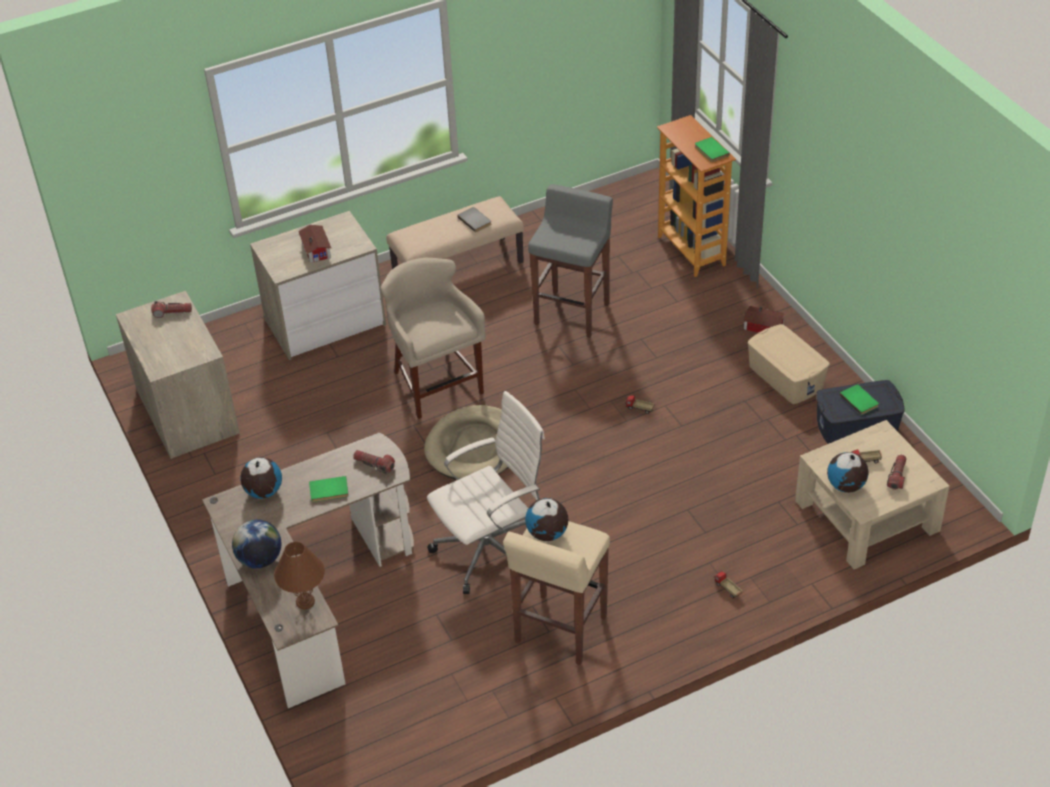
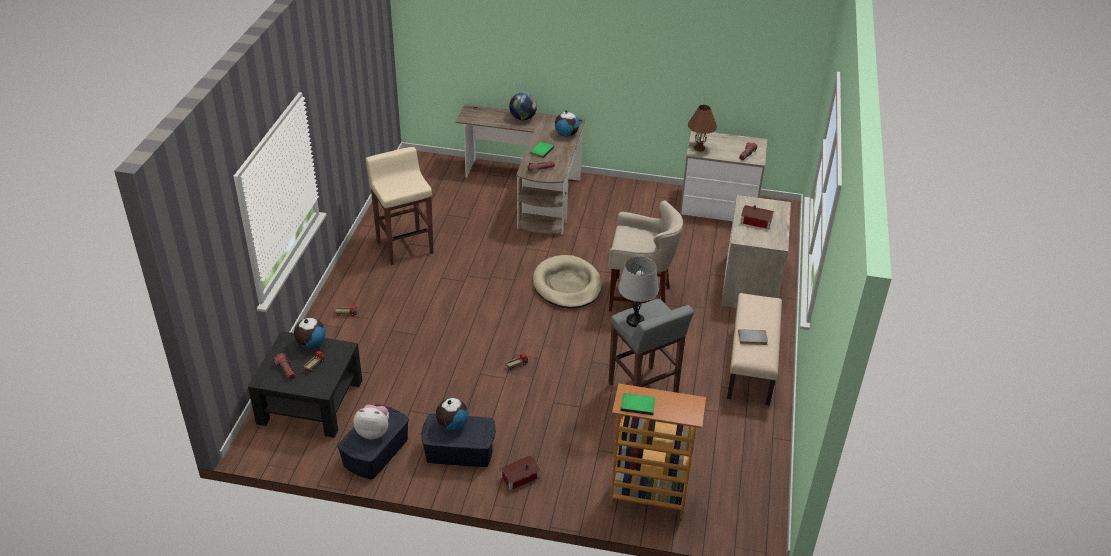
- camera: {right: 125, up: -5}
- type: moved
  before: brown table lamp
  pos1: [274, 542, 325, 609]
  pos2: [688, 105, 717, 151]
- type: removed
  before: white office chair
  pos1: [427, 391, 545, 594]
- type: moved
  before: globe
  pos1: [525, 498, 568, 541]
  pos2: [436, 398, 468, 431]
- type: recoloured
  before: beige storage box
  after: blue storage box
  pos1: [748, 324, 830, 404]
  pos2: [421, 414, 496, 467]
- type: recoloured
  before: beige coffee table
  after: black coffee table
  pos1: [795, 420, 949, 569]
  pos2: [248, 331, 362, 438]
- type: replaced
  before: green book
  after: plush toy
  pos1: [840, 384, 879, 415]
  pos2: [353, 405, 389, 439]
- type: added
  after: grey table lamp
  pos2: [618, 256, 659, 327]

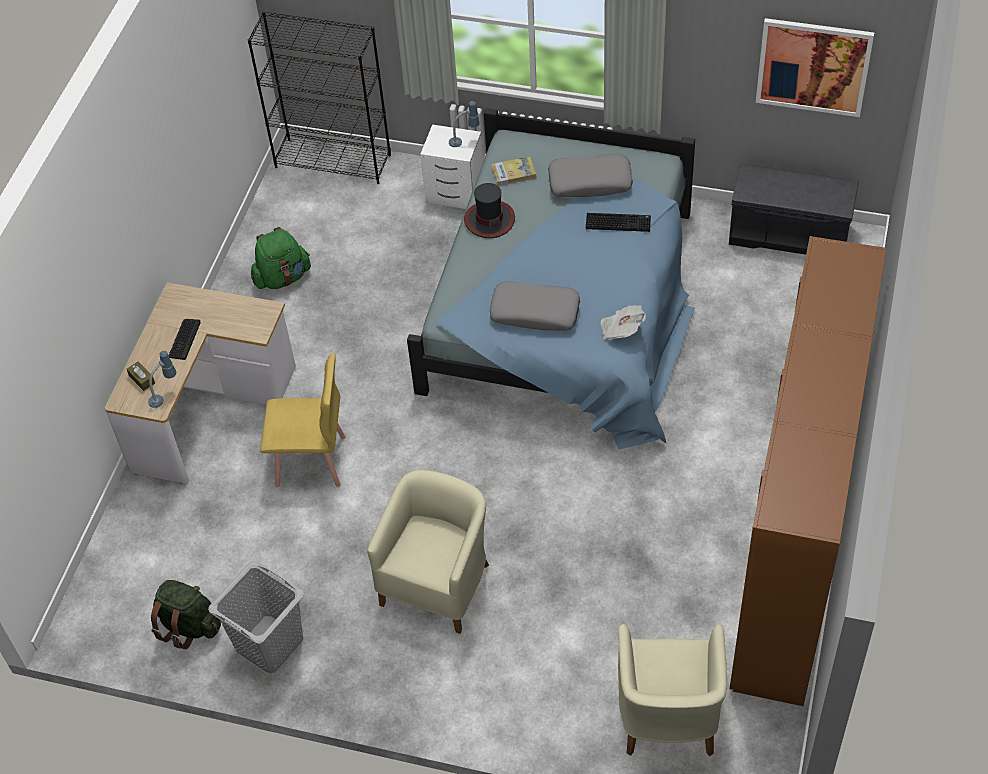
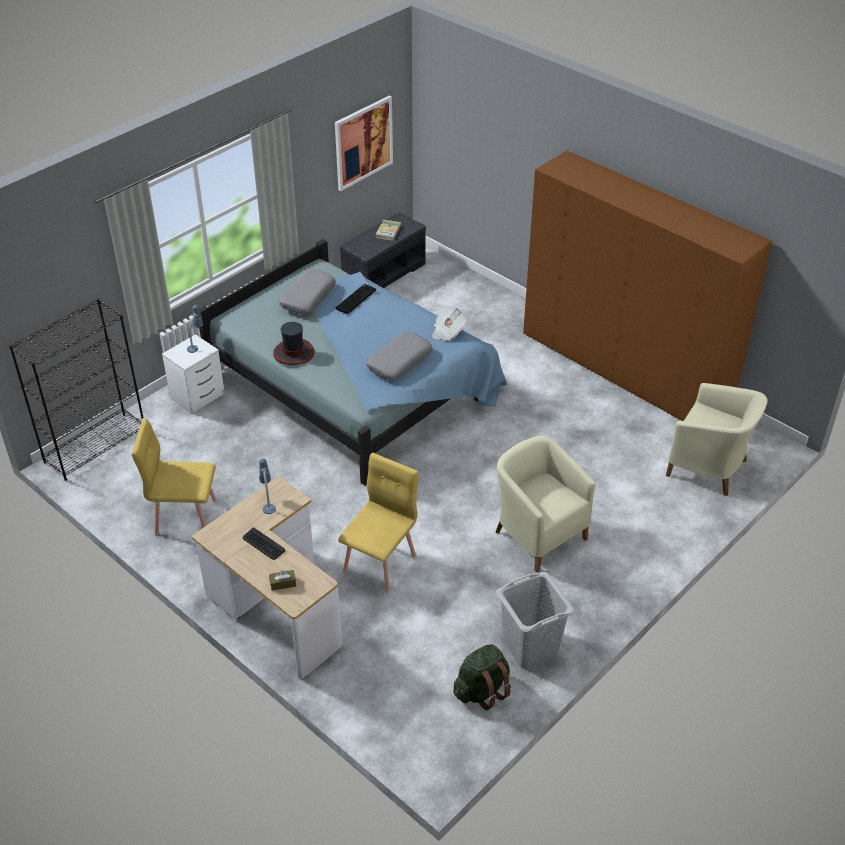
- camera: {right: -65, up: -10}
- type: moved
  before: table lamp
  pos1: [148, 351, 176, 408]
  pos2: [259, 458, 276, 514]
- type: replaced
  before: green backpack
  after: yellow chair
  pos1: [251, 227, 311, 289]
  pos2: [132, 418, 217, 536]
- type: moved
  before: book
  pos1: [491, 156, 536, 186]
  pos2: [375, 220, 401, 241]

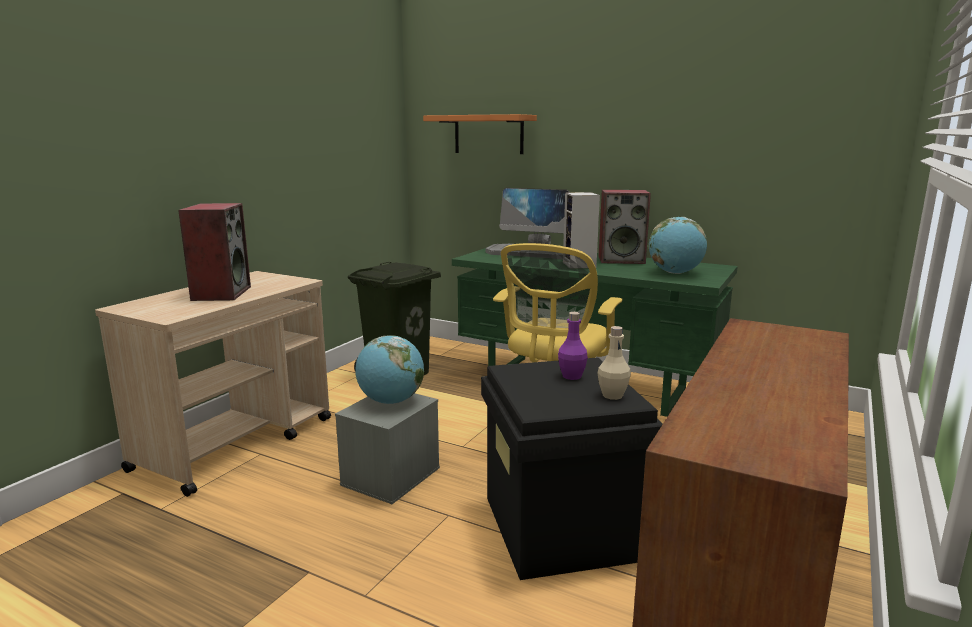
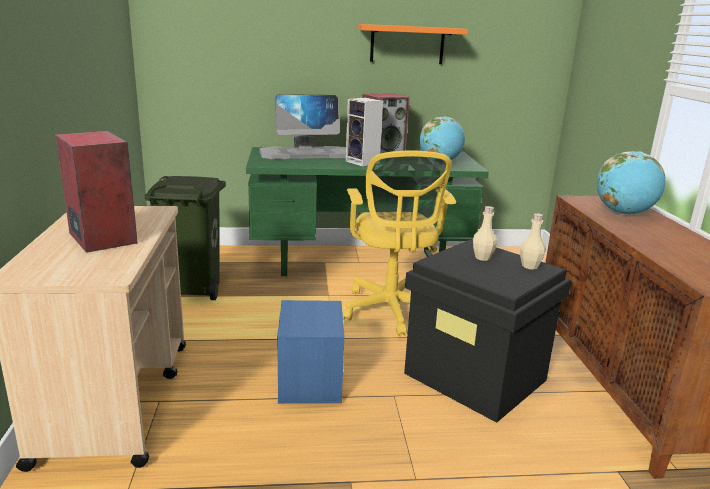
- camera: {right: -35, up: 5}
- type: recoloured
  before: grey storage box
  after: blue storage box
  pos1: [335, 393, 440, 504]
  pos2: [277, 300, 345, 403]
- type: moved
  before: globe
  pos1: [355, 335, 424, 404]
  pos2: [597, 151, 665, 214]
- type: moved
  before: orange shelf
  pos1: [423, 114, 537, 154]
  pos2: [358, 24, 468, 64]
- type: recoloured
  before: purple bottle
  after: beige bottle
  pos1: [558, 312, 588, 380]
  pos2: [473, 206, 497, 261]

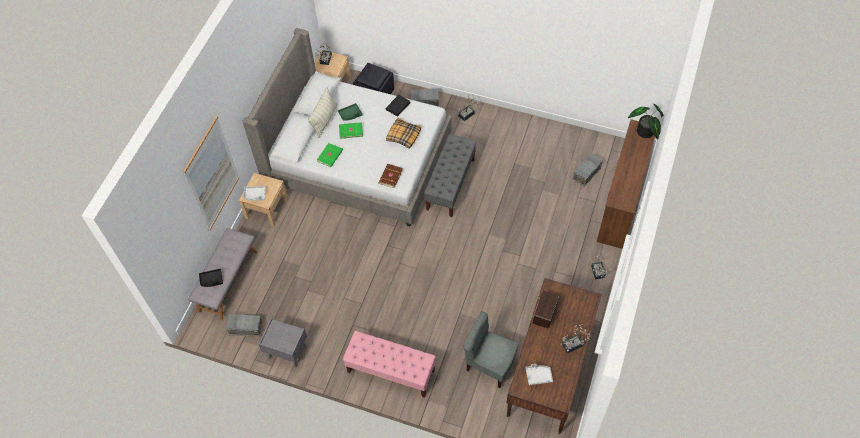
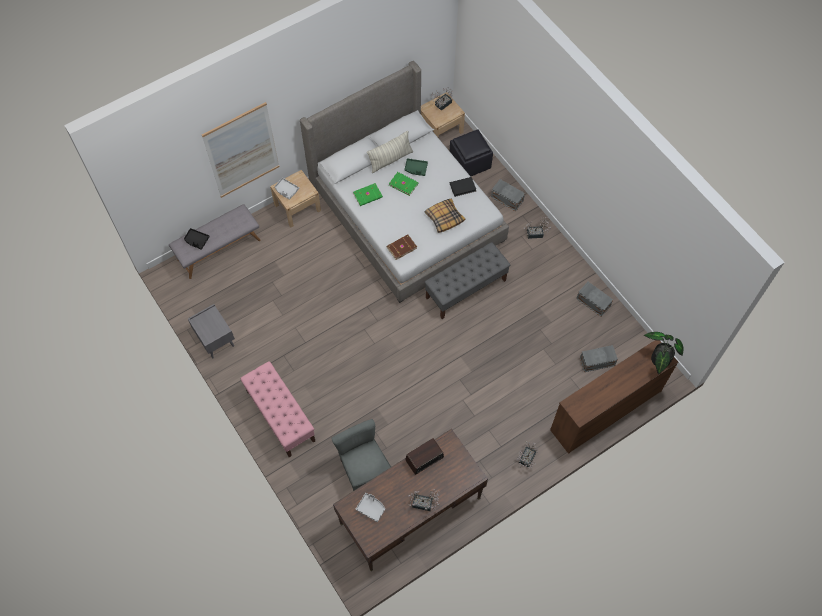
- camera: {right: 35, up: 5}
- type: moved
  before: grey storage box
  pos1: [226, 314, 263, 337]
  pos2: [576, 282, 613, 317]

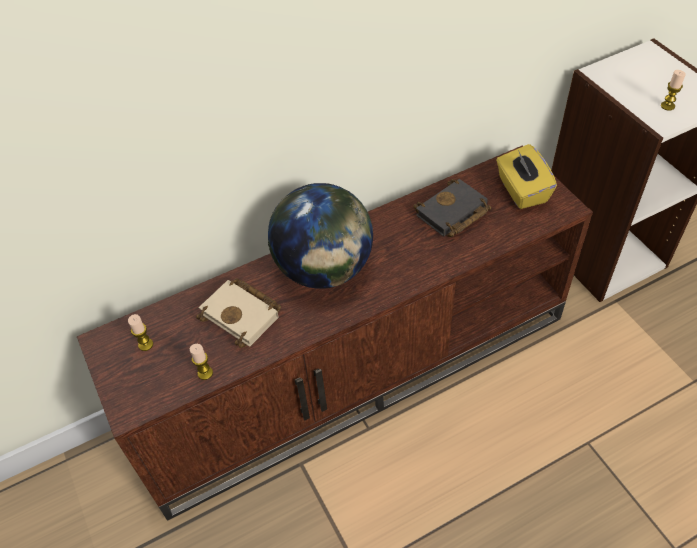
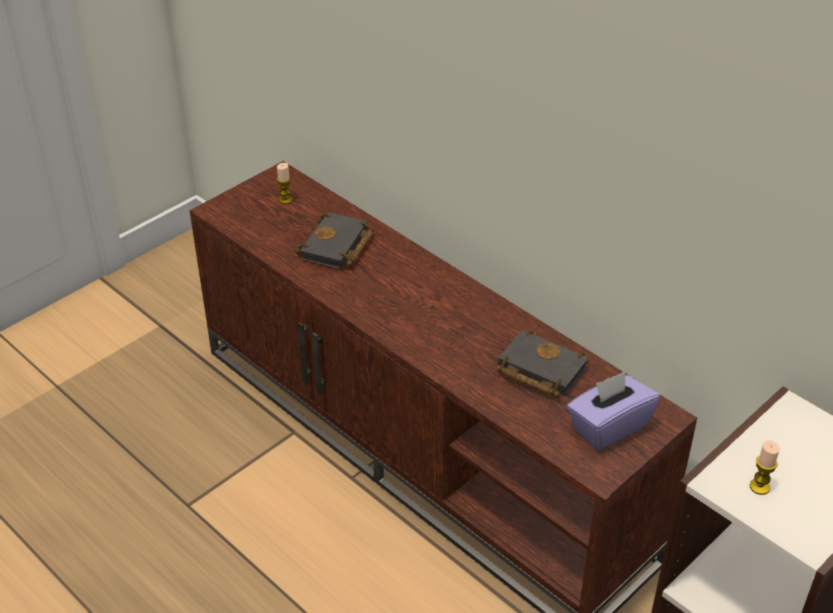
- camera: {right: 70, up: -10}
- type: removed
  before: candle
  pos1: [190, 344, 213, 380]
- type: recoloured
  before: beige book
  after: black book
  pos1: [196, 278, 281, 348]
  pos2: [294, 212, 375, 269]
- type: removed
  before: globe
  pos1: [268, 183, 373, 289]
- type: recoloured
  before: yellow tissue box
  after: purple tissue box
  pos1: [496, 144, 557, 209]
  pos2: [567, 371, 660, 450]

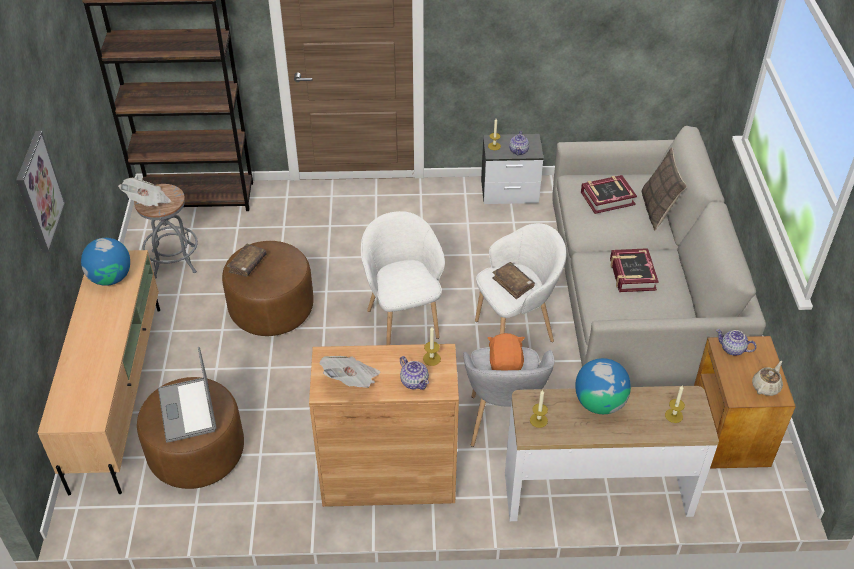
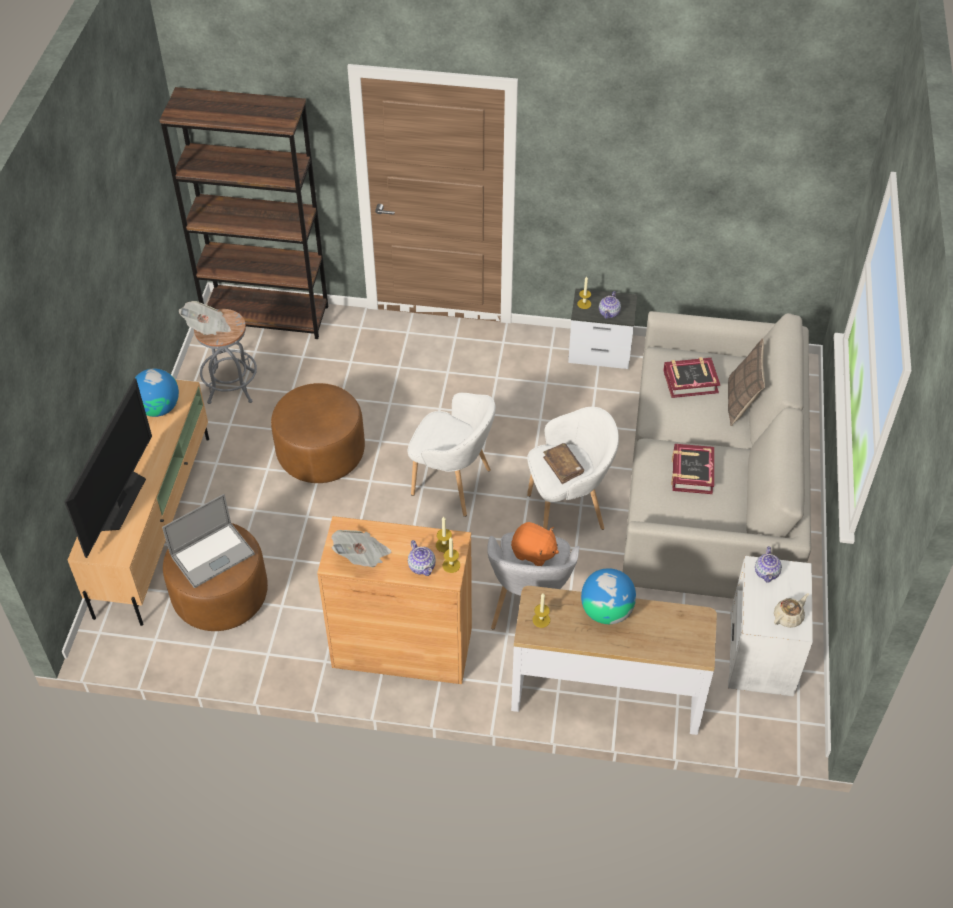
- camera: {right: 10, up: 5}
- type: removed
  before: picture
  pos1: [16, 131, 65, 253]
- type: turned
  before: laptop
  pos1: [158, 347, 217, 443]
  pos2: [162, 494, 255, 588]
  turn: -120
- type: removed
  before: brown book
  pos1: [227, 244, 267, 277]
- type: turned
  before: white armchair
  pos1: [361, 211, 445, 345]
  pos2: [407, 393, 496, 517]
  turn: 120
- type: turned
  before: orange plush toy
  pos1: [488, 333, 525, 370]
  pos2: [511, 522, 559, 566]
  turn: 105
- type: moved
  before: candle
  pos1: [665, 385, 685, 423]
  pos2: [443, 537, 460, 573]
- type: recoloured
  before: brown side table
  after: white side table
  pos1: [694, 336, 796, 469]
  pos2: [728, 556, 813, 697]
- type: turned
  before: teapot
  pos1: [716, 329, 757, 356]
  pos2: [755, 546, 782, 583]
  turn: -120
- type: added
  after: television
  pos2: [65, 378, 152, 558]

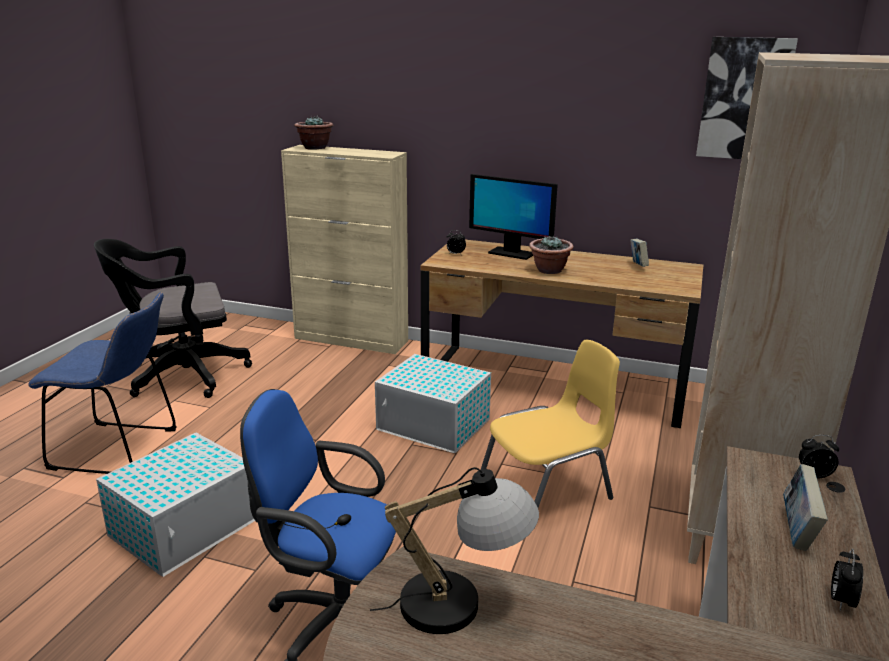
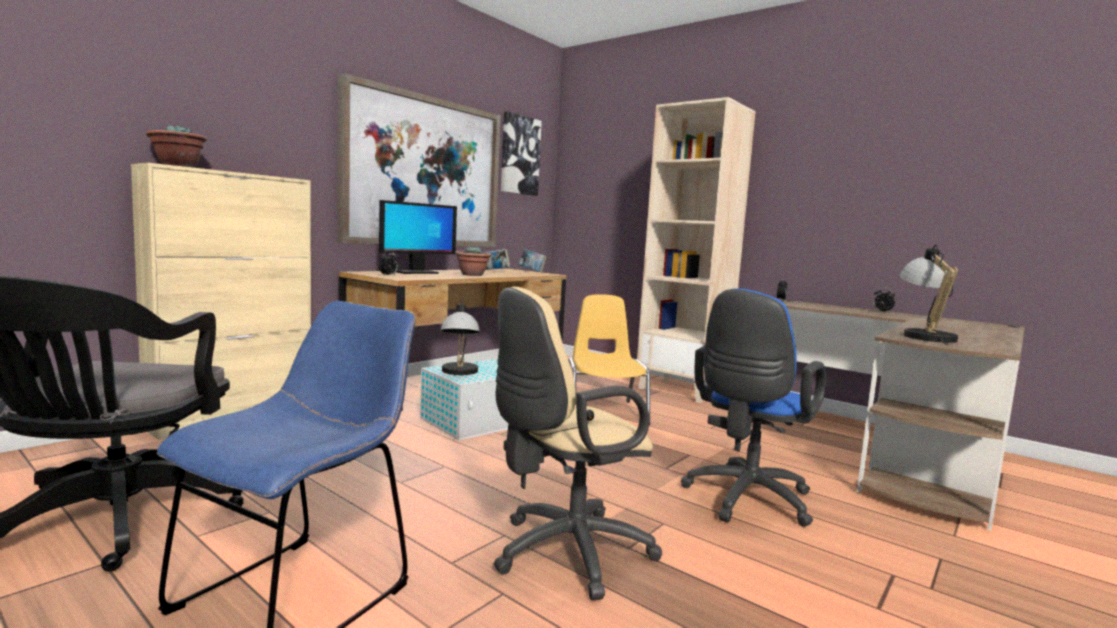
- camera: {right: -70, up: -15}
- type: replaced
  before: white storage box
  after: beige office chair
  pos1: [96, 433, 255, 577]
  pos2: [494, 287, 662, 600]
- type: moved
  before: book
  pos1: [783, 464, 828, 551]
  pos2: [519, 249, 547, 272]
- type: added
  after: picture
  pos2: [337, 73, 501, 247]
- type: added
  after: table lamp
  pos2: [440, 300, 480, 375]

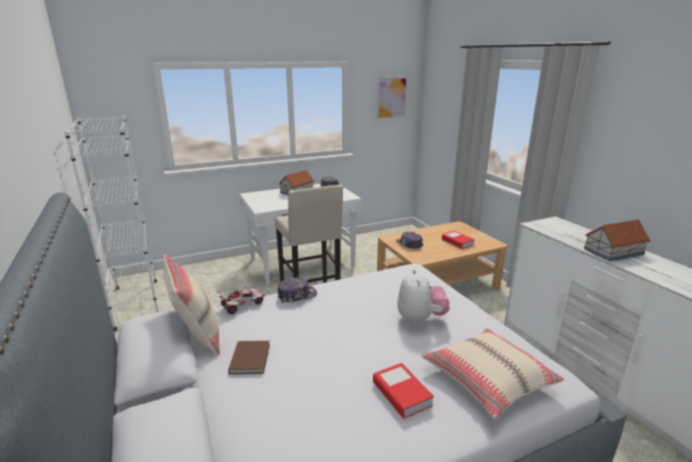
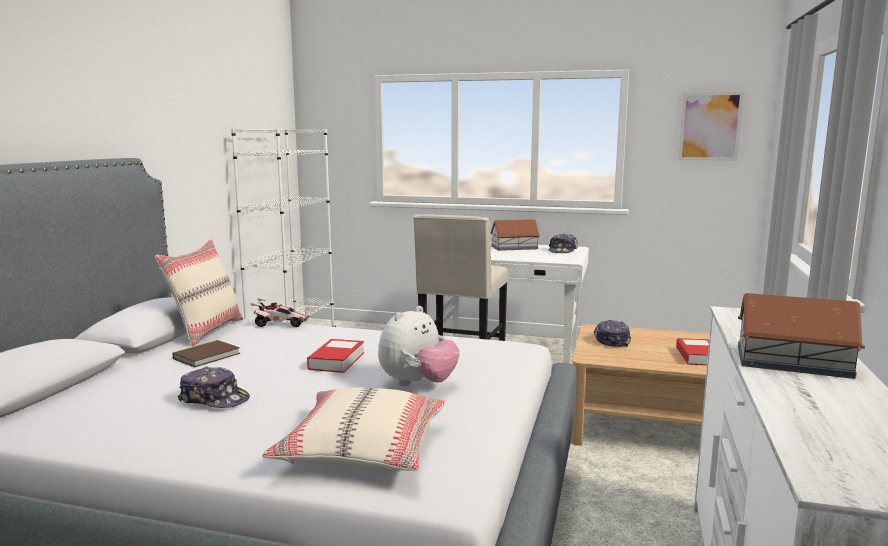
- camera: {right: 40, up: -10}
- type: moved
  before: cap
  pos1: [277, 278, 317, 303]
  pos2: [178, 366, 250, 408]
- type: moved
  before: book
  pos1: [373, 363, 434, 419]
  pos2: [307, 339, 364, 373]

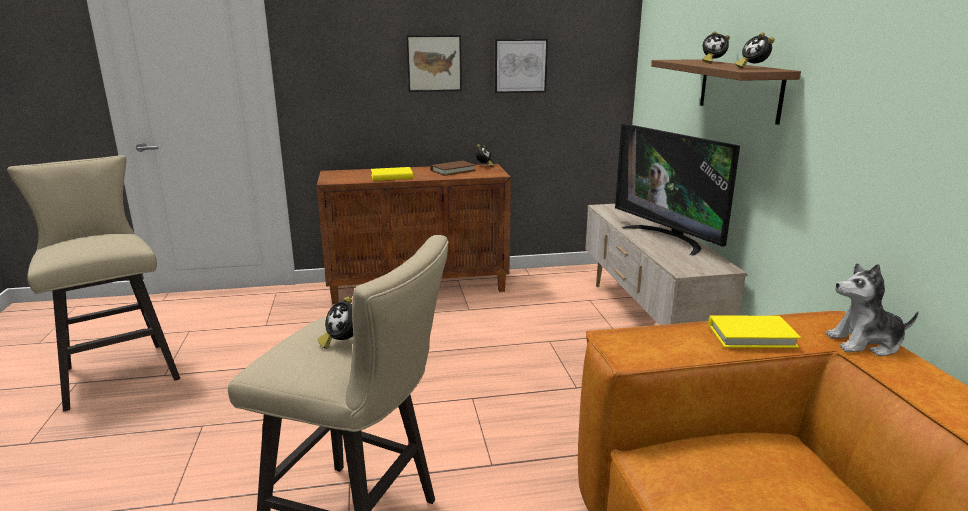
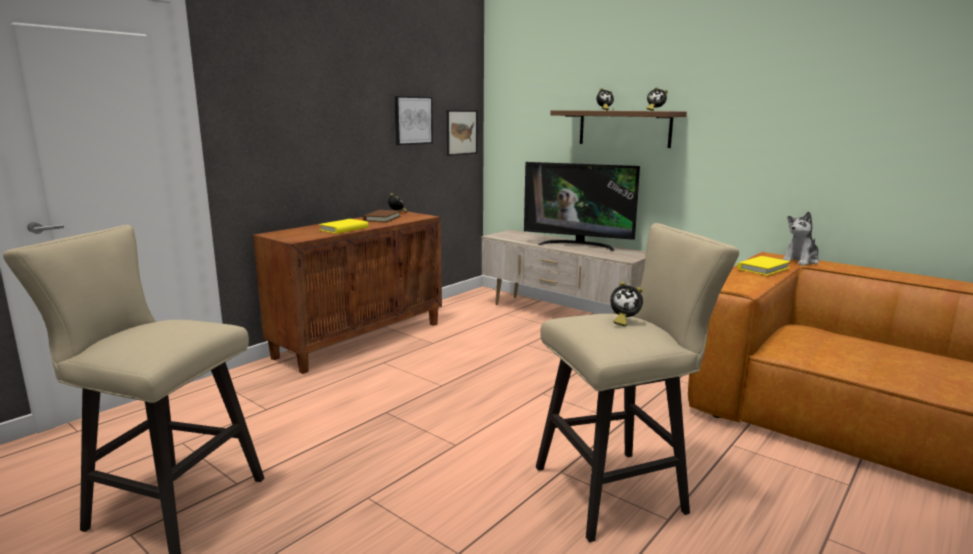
- camera: {right: -40, up: -5}
- type: moved
  before: picture
  pos1: [406, 35, 462, 92]
  pos2: [447, 110, 477, 156]

